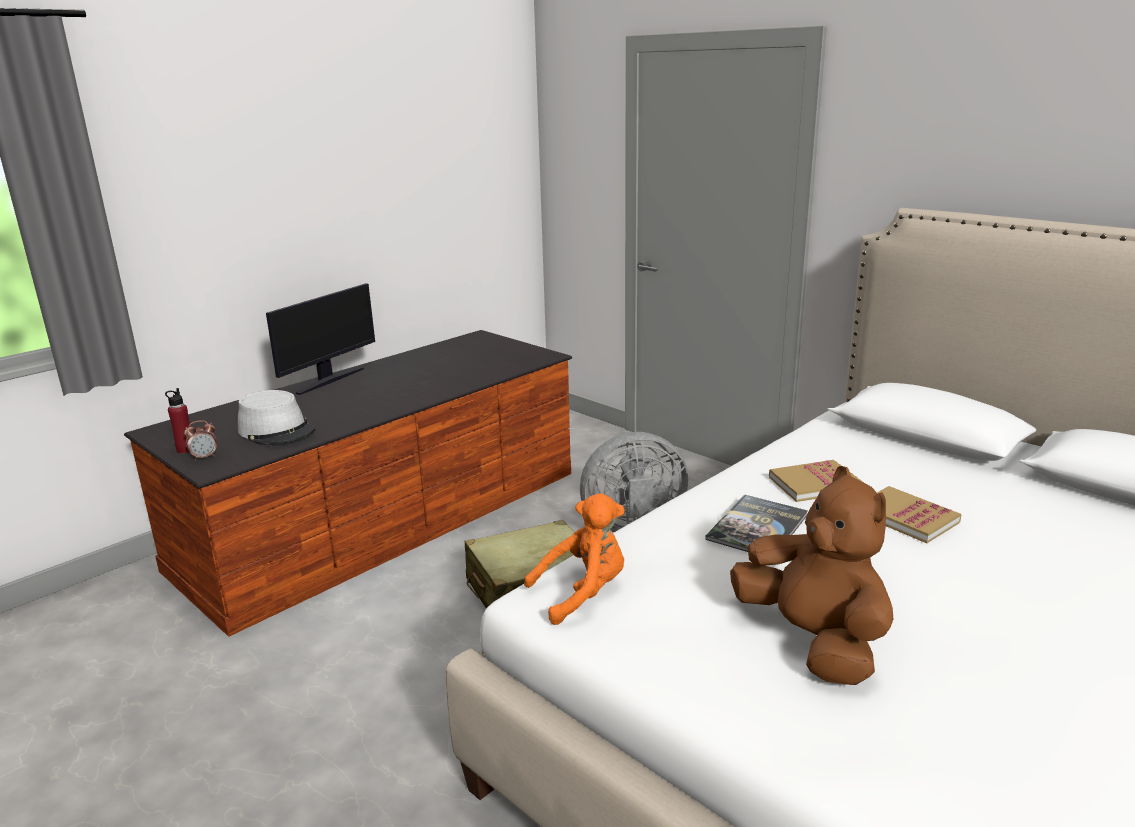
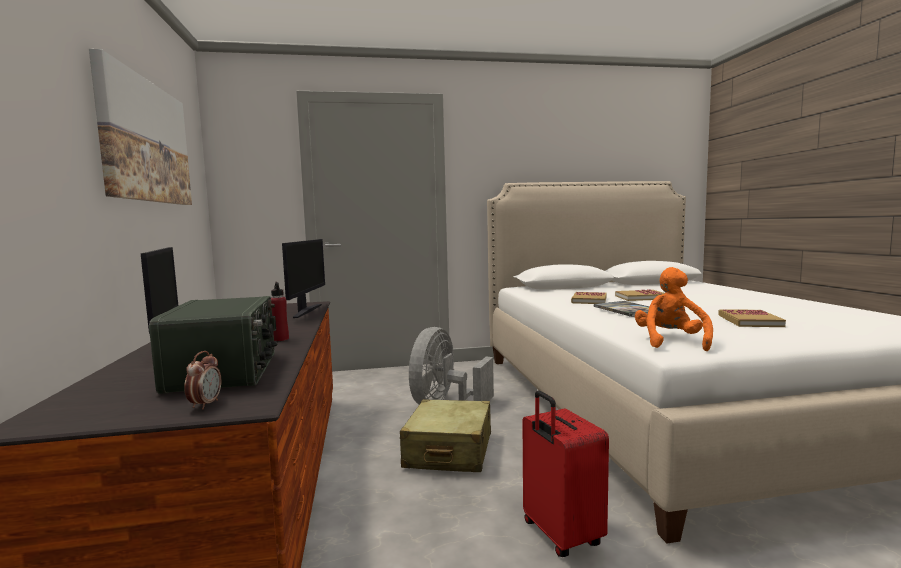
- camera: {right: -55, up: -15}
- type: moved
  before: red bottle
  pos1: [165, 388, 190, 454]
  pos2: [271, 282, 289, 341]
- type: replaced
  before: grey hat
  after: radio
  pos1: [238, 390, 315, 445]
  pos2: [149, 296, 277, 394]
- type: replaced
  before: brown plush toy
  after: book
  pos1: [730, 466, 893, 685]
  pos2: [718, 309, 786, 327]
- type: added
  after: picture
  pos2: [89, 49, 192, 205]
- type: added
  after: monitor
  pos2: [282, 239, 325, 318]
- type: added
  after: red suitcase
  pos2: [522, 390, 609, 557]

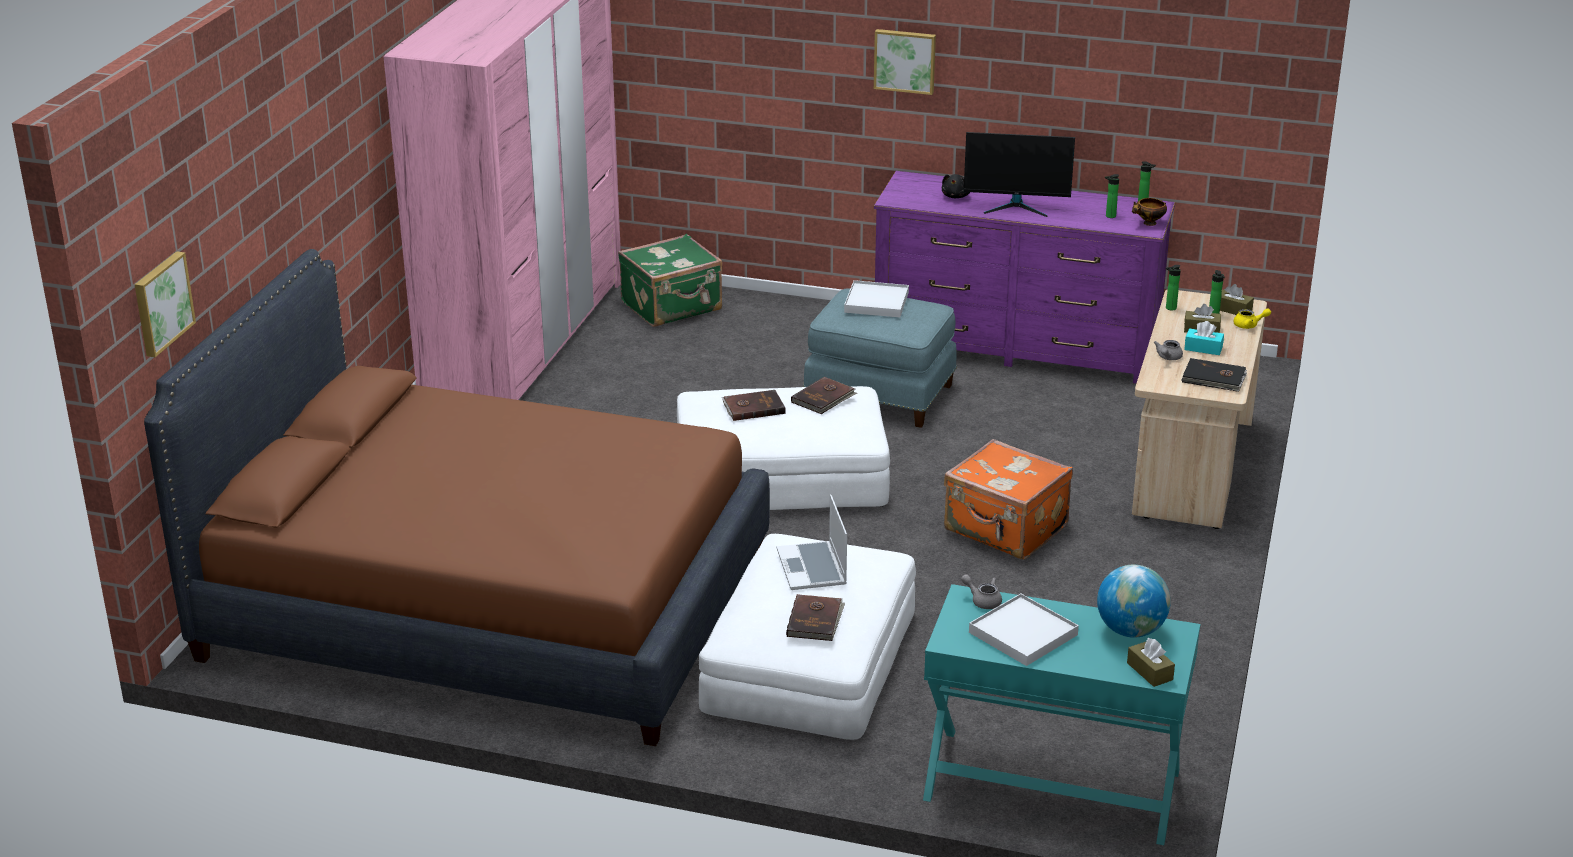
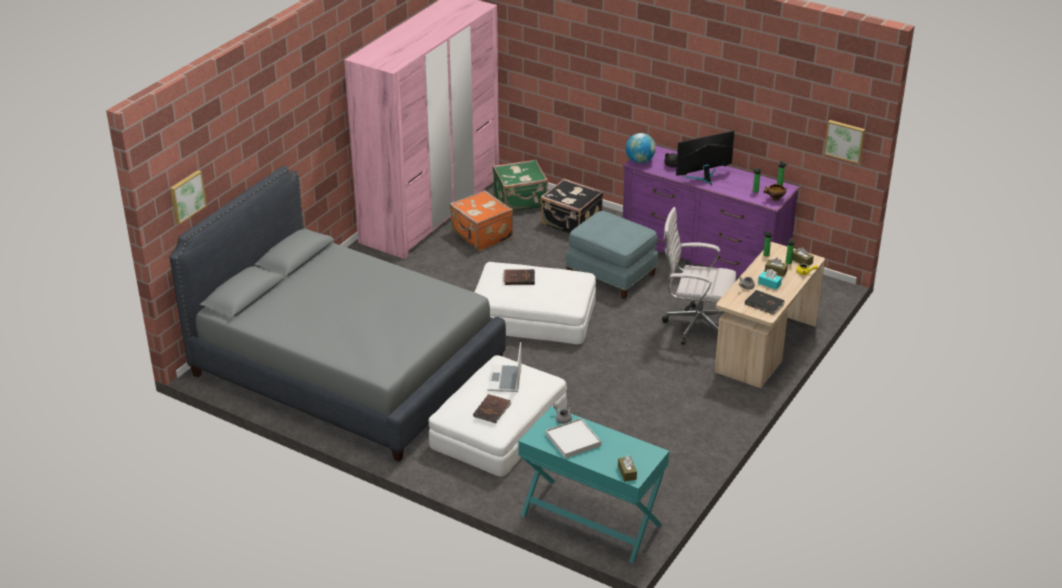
- camera: {right: 15, up: 5}
- type: recoloured
  before: brown bed
  after: grey bed
  pos1: [144, 249, 770, 746]
  pos2: [169, 166, 506, 462]
- type: removed
  before: brown book
  pos1: [791, 377, 857, 414]
- type: removed
  before: white tray
  pos1: [844, 280, 909, 317]
- type: moved
  before: picture
  pos1: [874, 29, 936, 95]
  pos2: [824, 120, 865, 164]
- type: moved
  before: orange suitcase
  pos1: [944, 439, 1073, 560]
  pos2: [450, 190, 513, 251]
- type: turned
  before: monitor
  pos1: [964, 132, 1075, 217]
  pos2: [676, 130, 735, 185]
  turn: 135
- type: moved
  before: globe
  pos1: [1097, 565, 1171, 638]
  pos2: [626, 133, 656, 163]
- type: added
  after: black suitcase
  pos2: [540, 179, 603, 234]
- type: added
  after: white office chair
  pos2: [662, 207, 736, 345]

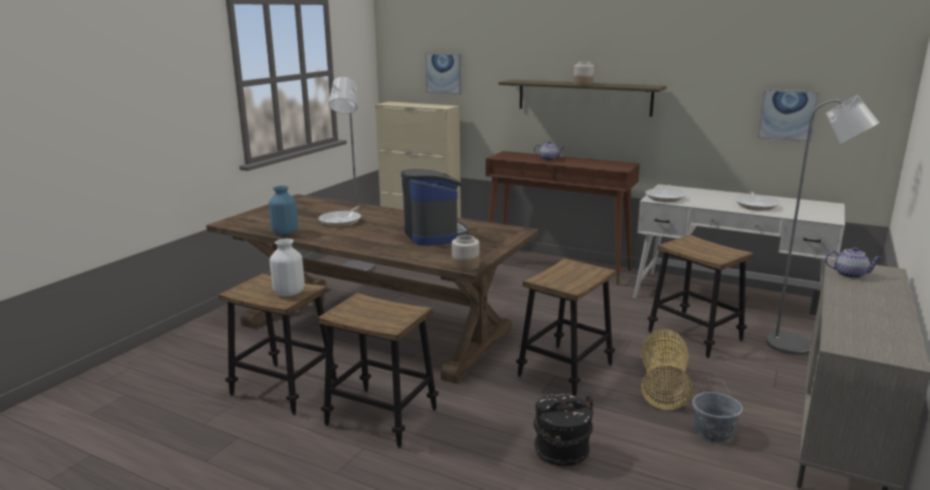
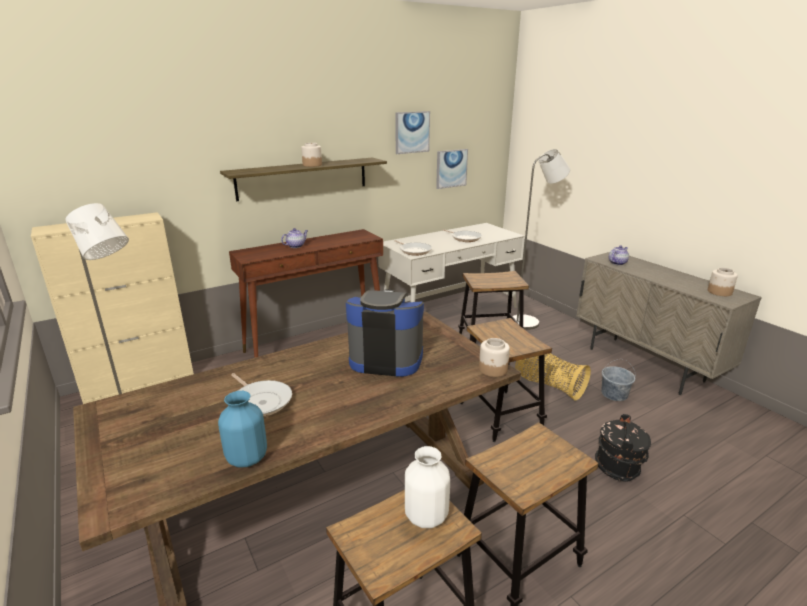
- camera: {right: -60, up: 5}
- type: moved
  before: picture
  pos1: [425, 53, 462, 95]
  pos2: [395, 111, 430, 154]
- type: added
  after: jar
  pos2: [708, 268, 738, 296]

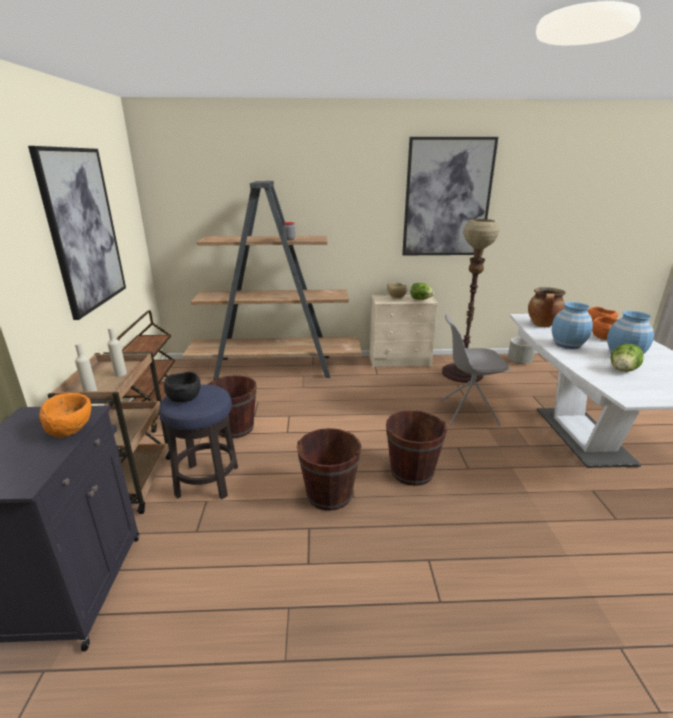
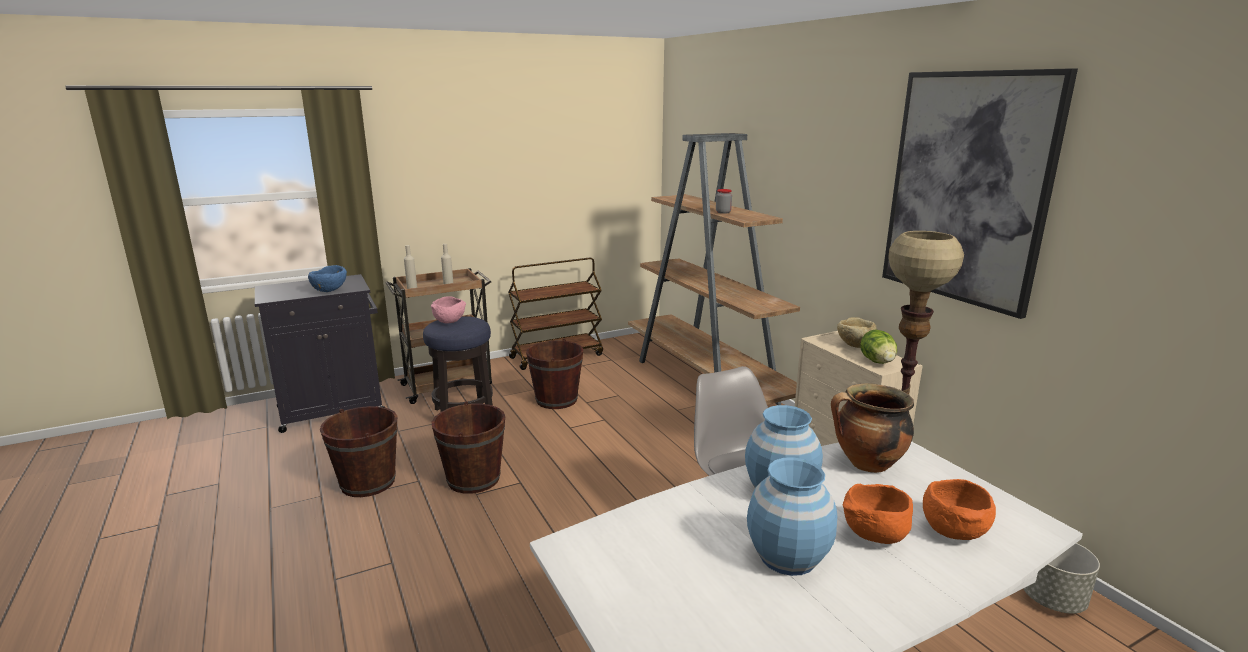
- camera: {right: 65, up: -5}
- type: removed
  before: picture
  pos1: [28, 146, 126, 320]
- type: recoloured
  before: orange bowl
  after: blue bowl
  pos1: [39, 393, 91, 438]
  pos2: [308, 265, 347, 292]
- type: recoloured
  before: black bowl
  after: pink bowl
  pos1: [164, 372, 201, 402]
  pos2: [431, 296, 466, 324]
- type: moved
  before: brown bucket
  pos1: [386, 410, 447, 486]
  pos2: [320, 406, 398, 497]
- type: removed
  before: lettuce
  pos1: [611, 344, 644, 372]

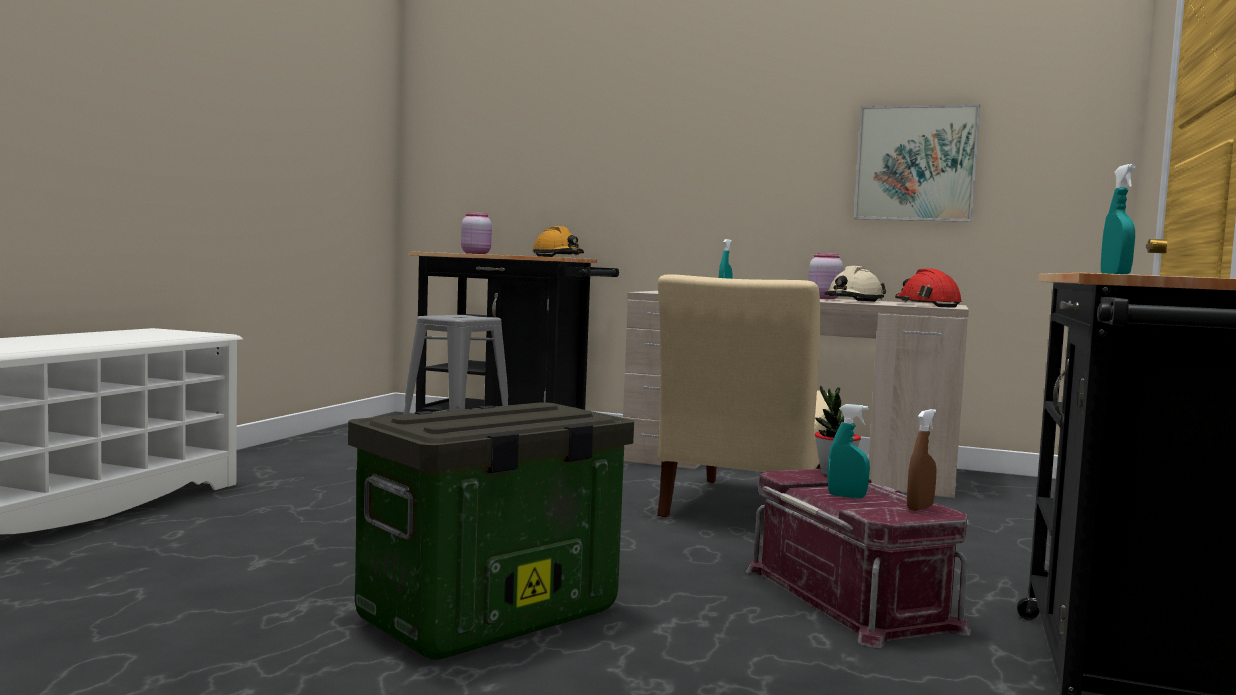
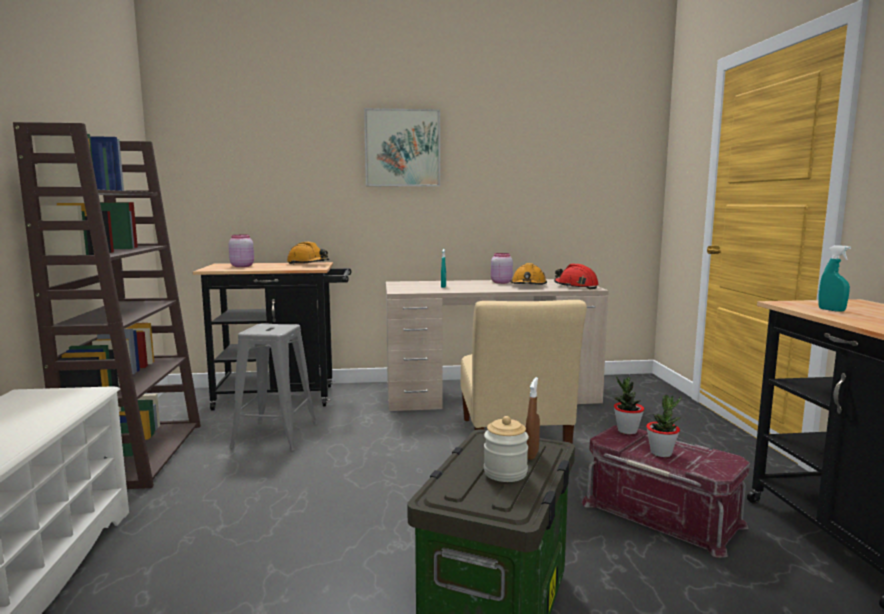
- camera: {right: -25, up: 5}
- type: recoloured
  before: beige hard hat
  after: orange hard hat
  pos1: [825, 266, 886, 302]
  pos2: [511, 263, 547, 285]
- type: replaced
  before: turquoise spray bottle
  after: potted plant
  pos1: [827, 404, 870, 498]
  pos2: [646, 395, 682, 457]
- type: moved
  before: picture
  pos1: [854, 104, 981, 222]
  pos2: [364, 108, 440, 186]
- type: moved
  before: brown spray bottle
  pos1: [907, 409, 937, 511]
  pos2: [525, 377, 540, 460]
- type: added
  after: brown bookcase
  pos2: [13, 122, 201, 489]
- type: added
  after: jar
  pos2: [484, 416, 529, 482]

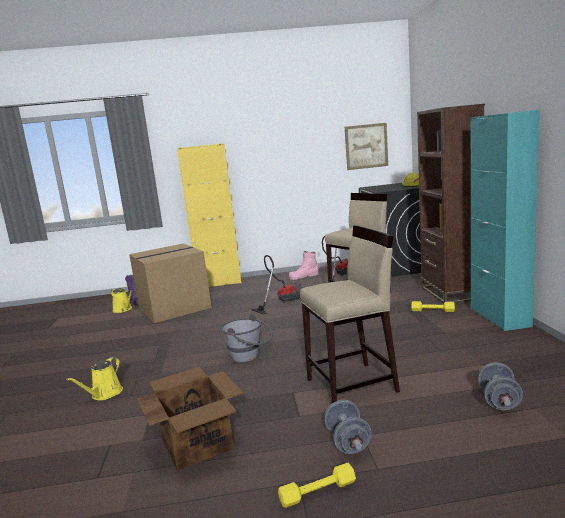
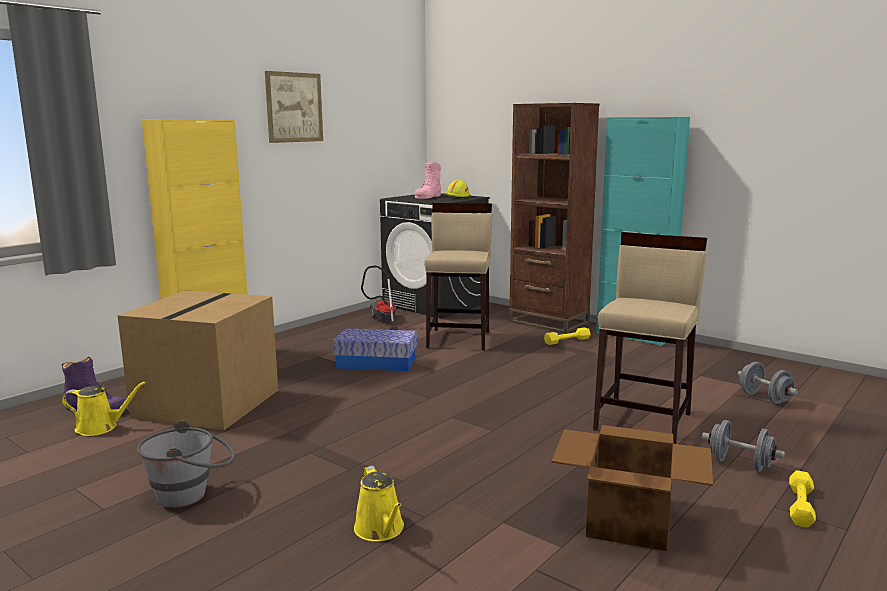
- camera: {right: -45, up: 0}
- type: moved
  before: grey bucket
  pos1: [221, 314, 273, 362]
  pos2: [137, 420, 235, 508]
- type: replaced
  before: vacuum cleaner
  after: storage box
  pos1: [251, 255, 305, 315]
  pos2: [333, 328, 417, 371]
- type: moved
  before: pink boot
  pos1: [289, 251, 319, 280]
  pos2: [415, 162, 441, 199]
- type: moved
  before: picture
  pos1: [345, 123, 388, 170]
  pos2: [265, 71, 323, 143]

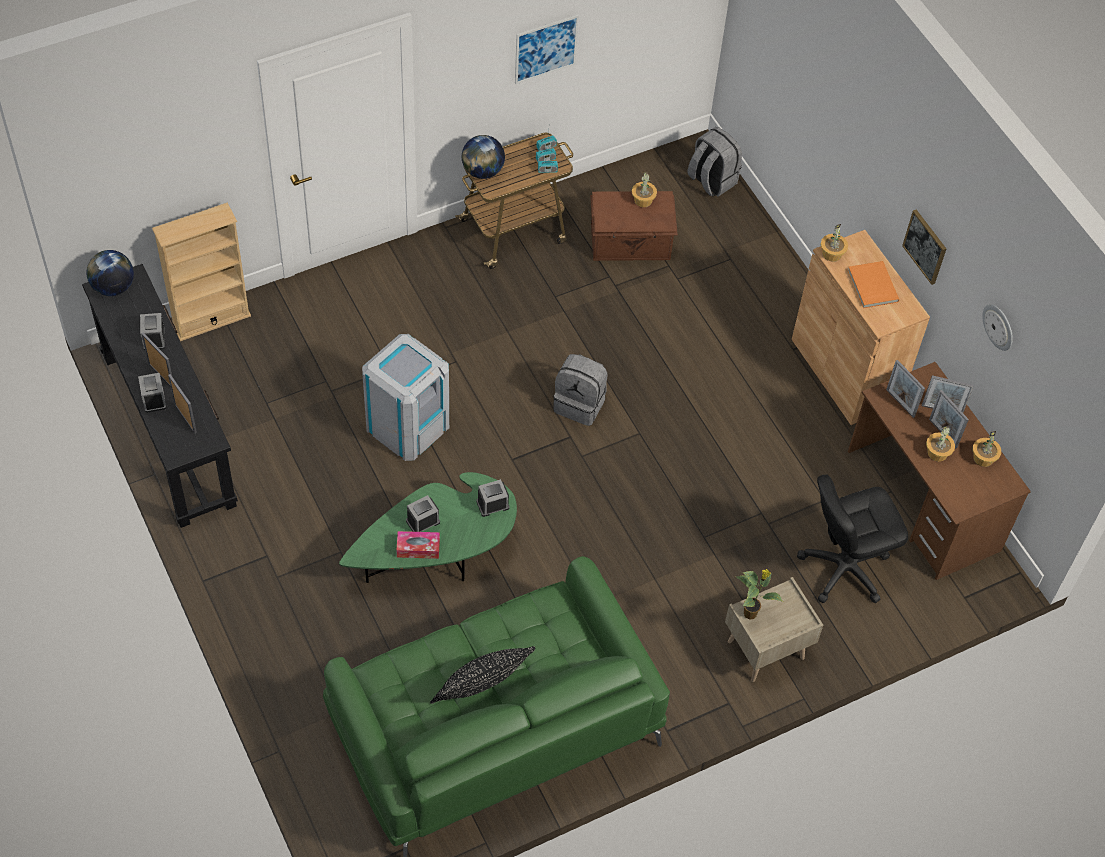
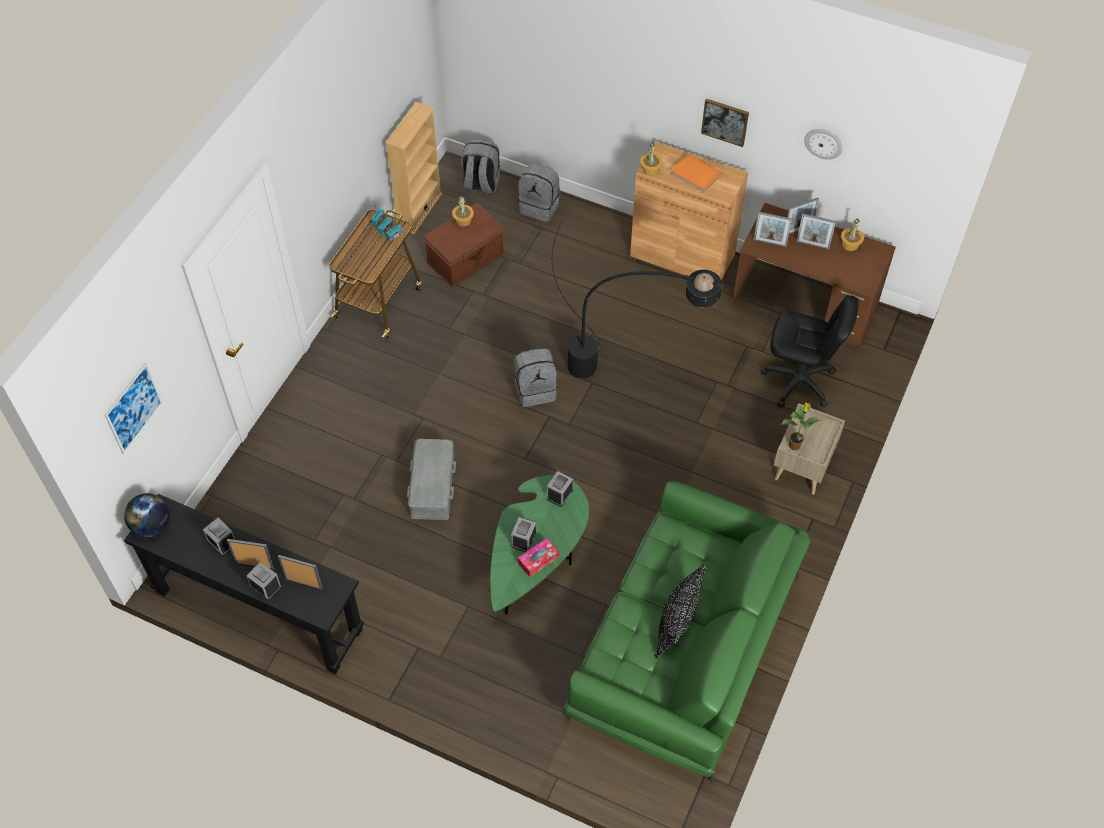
- camera: {right: -35, up: 0}
- type: moved
  before: beige bookcase
  pos1: [152, 203, 251, 341]
  pos2: [385, 102, 442, 234]
- type: replaced
  before: grey trash can
  after: grey storage box
  pos1: [362, 334, 449, 461]
  pos2: [407, 439, 456, 520]
- type: removed
  before: globe
  pos1: [462, 135, 505, 179]
- type: moved
  before: picture
  pos1: [515, 15, 579, 84]
  pos2: [105, 362, 163, 454]
- type: turned
  before: black office chair
  pos1: [797, 475, 908, 603]
  pos2: [760, 295, 858, 408]
  turn: -105
- type: removed
  before: potted plant
  pos1: [926, 426, 955, 462]
- type: added
  after: grey backpack
  pos2: [518, 163, 560, 222]
- type: added
  after: black floor lamp
  pos2: [552, 221, 722, 378]

